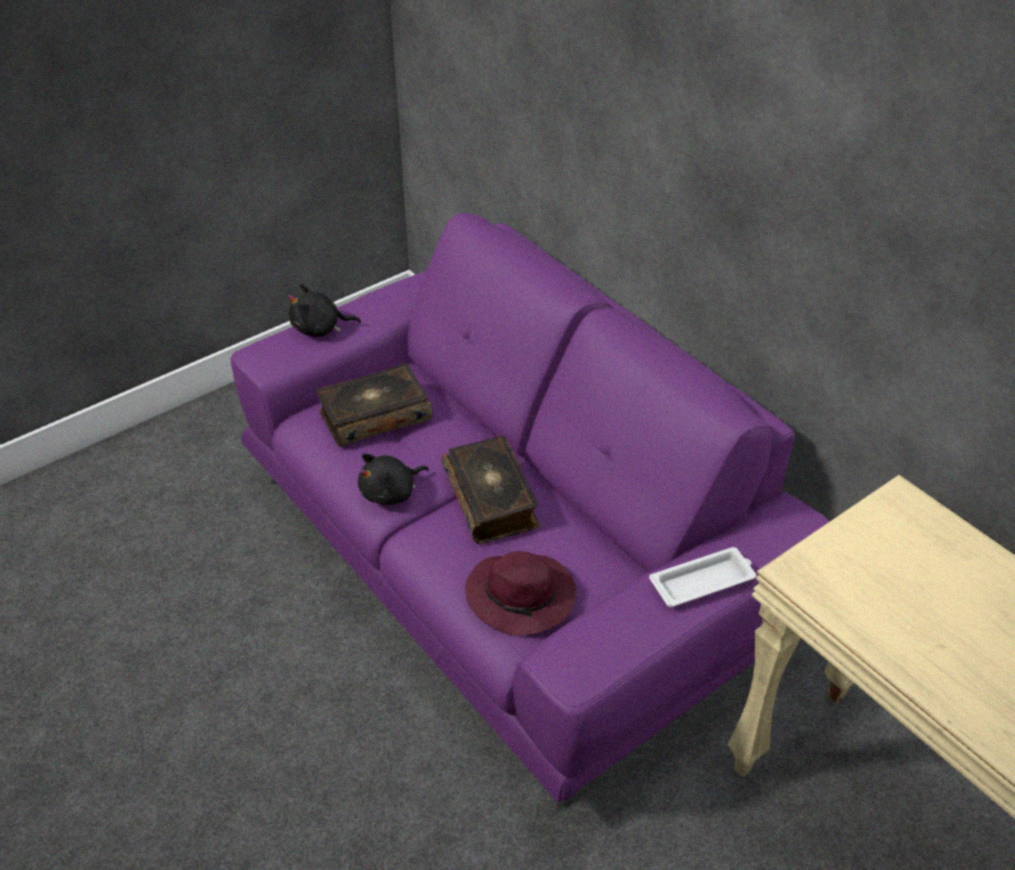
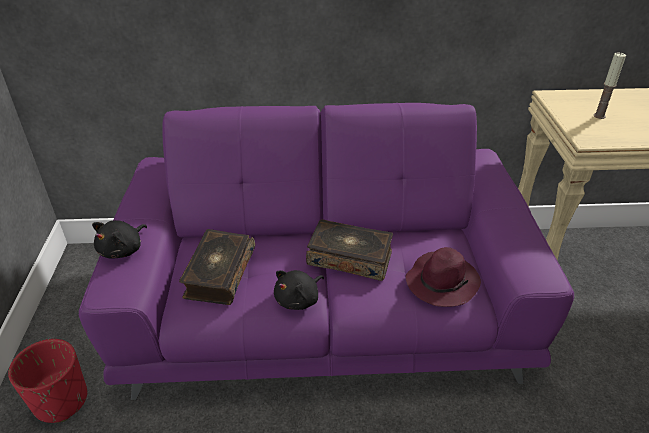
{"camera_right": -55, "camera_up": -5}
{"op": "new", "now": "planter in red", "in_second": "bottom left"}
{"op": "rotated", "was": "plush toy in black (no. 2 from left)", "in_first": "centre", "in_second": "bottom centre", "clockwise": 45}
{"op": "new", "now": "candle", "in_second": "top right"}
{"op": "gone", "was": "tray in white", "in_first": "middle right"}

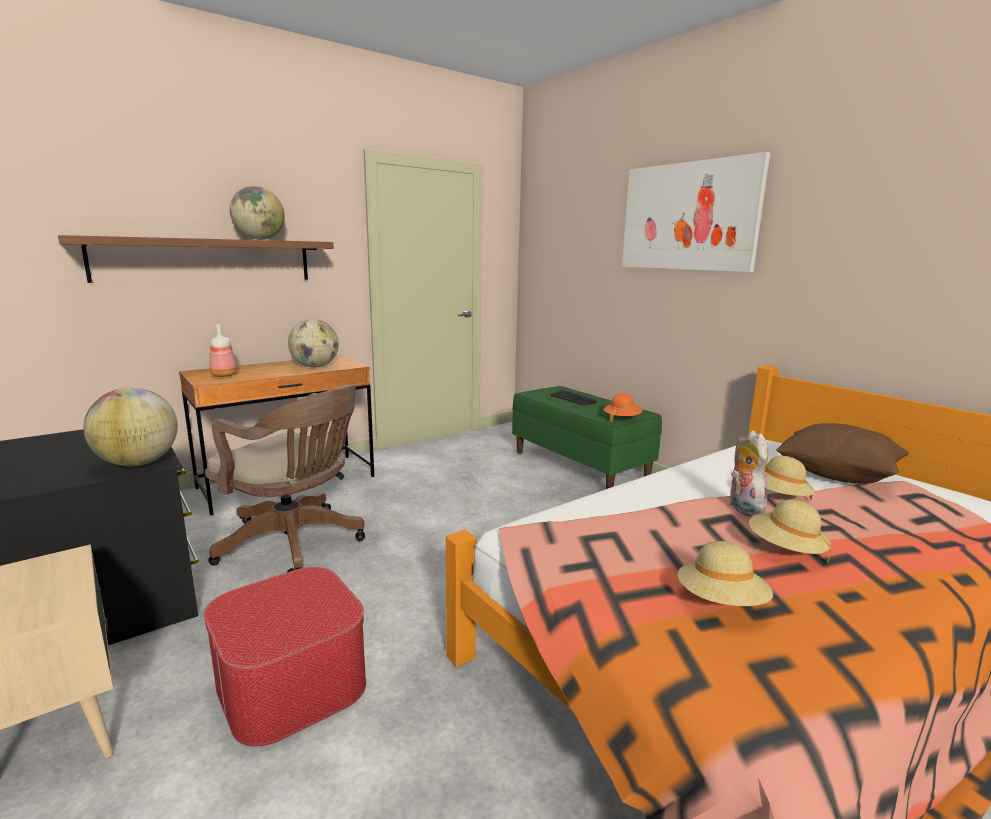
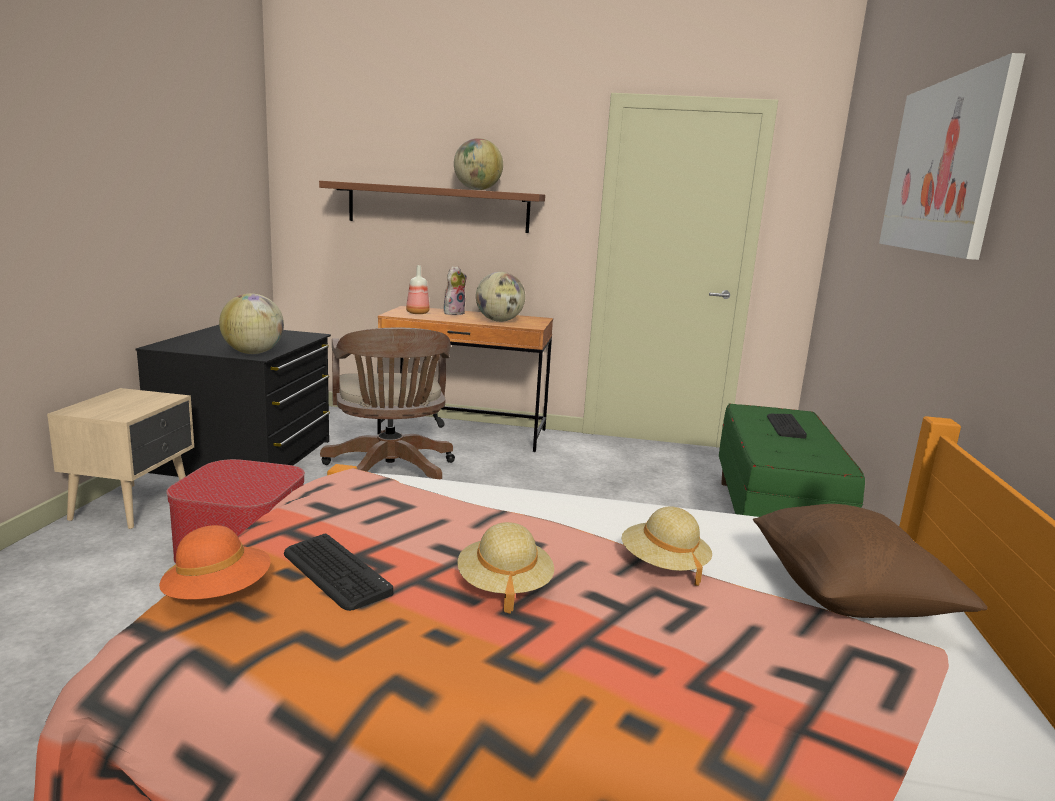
{"camera_right": 45, "camera_up": 0}
{"op": "shifted", "was": "hat in orange", "in_first": "centre", "in_second": "bottom left"}
{"op": "swapped", "was": "hat in beige (no. 1 from left)", "now": "keyboard (no. 1 from left)", "in_first": "bottom right", "in_second": "bottom left"}
{"op": "shifted", "was": "plush toy", "in_first": "middle right", "in_second": "centre"}

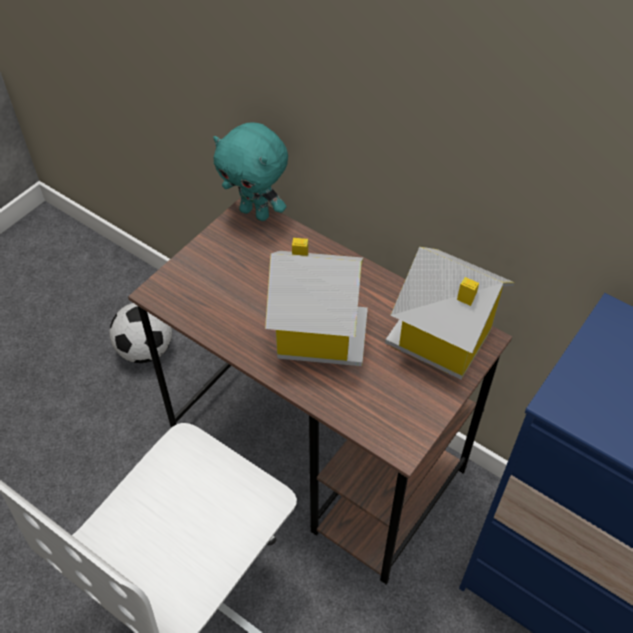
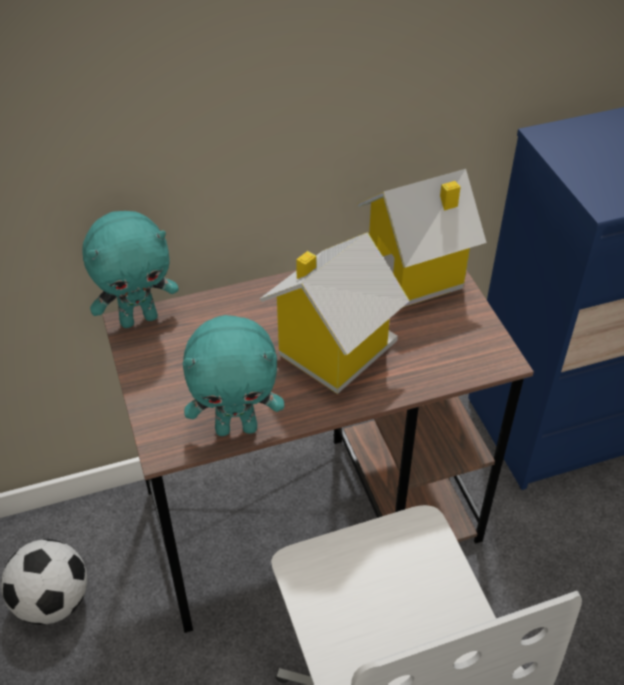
{"camera_right": -55, "camera_up": -5}
{"op": "new", "now": "plush toy in turquoise (no. 2 from left)", "in_second": "centre"}

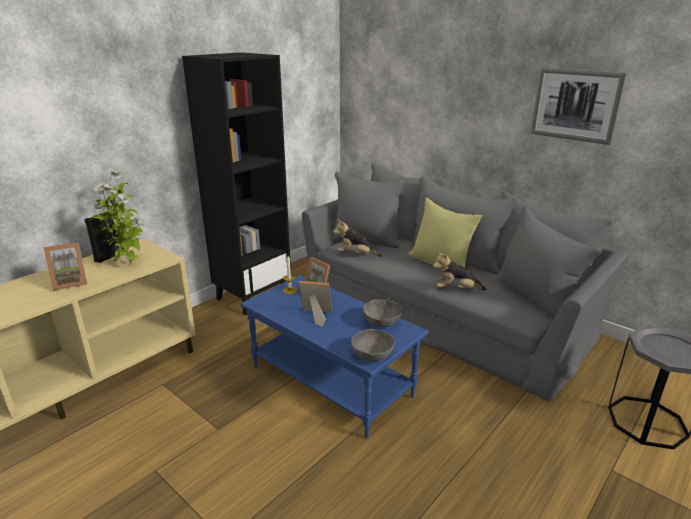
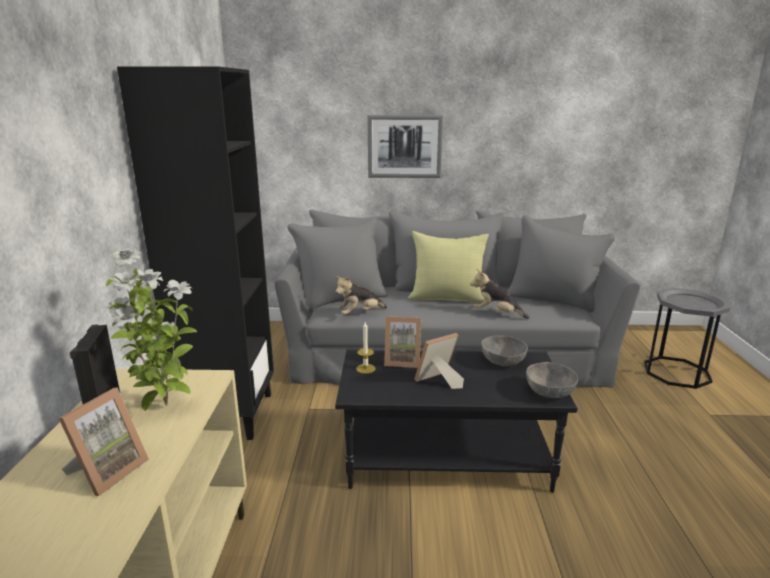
{"camera_right": -40, "camera_up": -5}
{"op": "repainted", "was": "coffee table in blue", "now": "coffee table in black", "in_first": "bottom centre", "in_second": "bottom centre"}
{"op": "shifted", "was": "picture", "in_first": "top right", "in_second": "top centre"}
{"op": "rotated", "was": "plush toy (no. 2 from left)", "in_first": "centre", "in_second": "centre", "clockwise": 60}

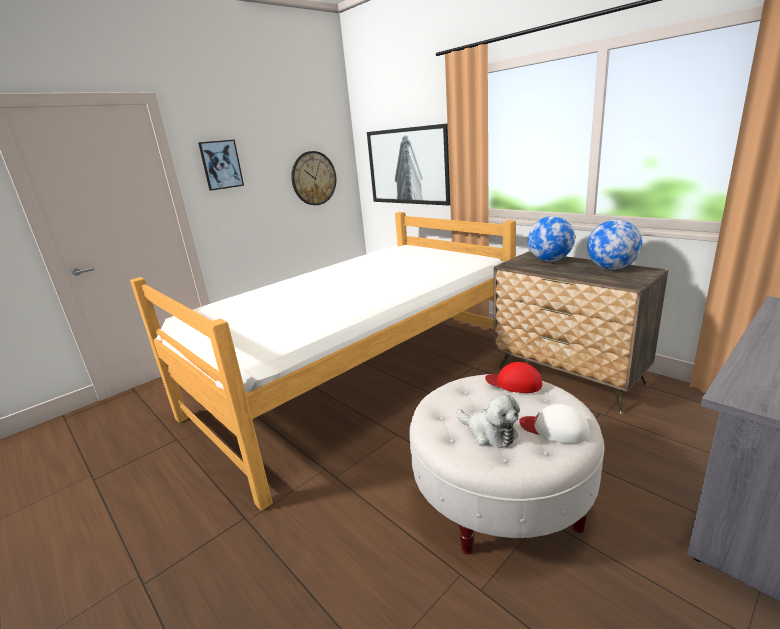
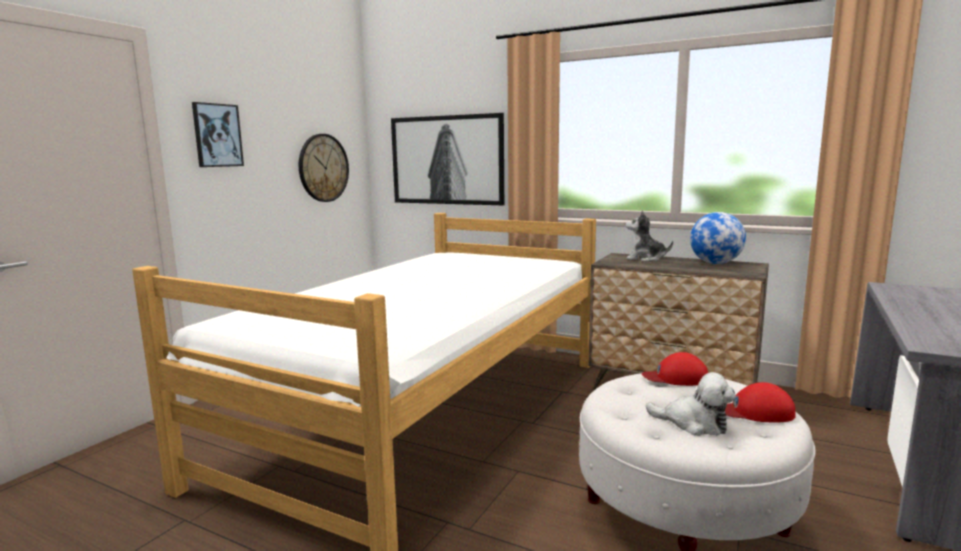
{"camera_right": -20, "camera_up": -10}
{"op": "swapped", "was": "globe (no. 1 from left)", "now": "plush toy (no. 1 from left)", "in_first": "middle right", "in_second": "middle right"}
{"op": "repainted", "was": "cap in white", "now": "cap in red (no. 2 from left)", "in_first": "bottom right", "in_second": "bottom right"}

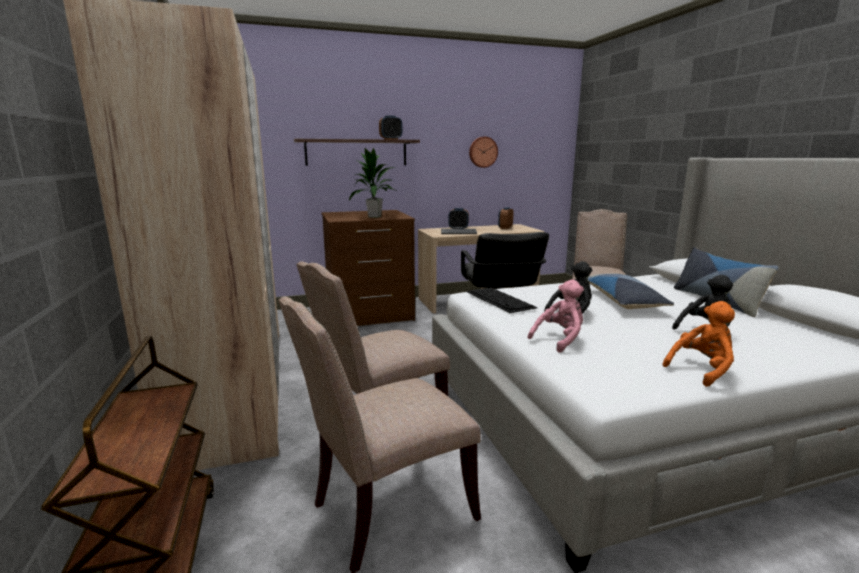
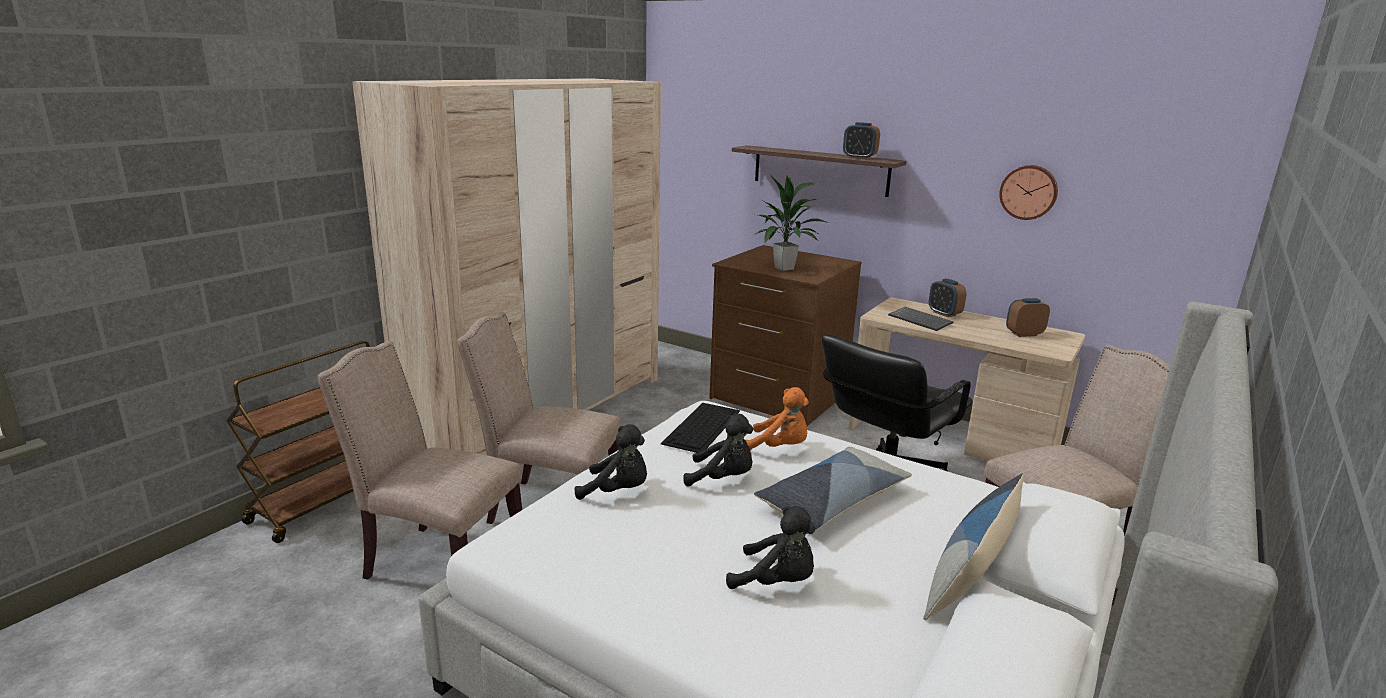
{"camera_right": 50, "camera_up": 5}
{"op": "repainted", "was": "plush toy in pink", "now": "plush toy in black (no. 1 from left)", "in_first": "centre", "in_second": "centre"}
{"op": "shifted", "was": "plush toy in orange", "in_first": "middle right", "in_second": "centre"}

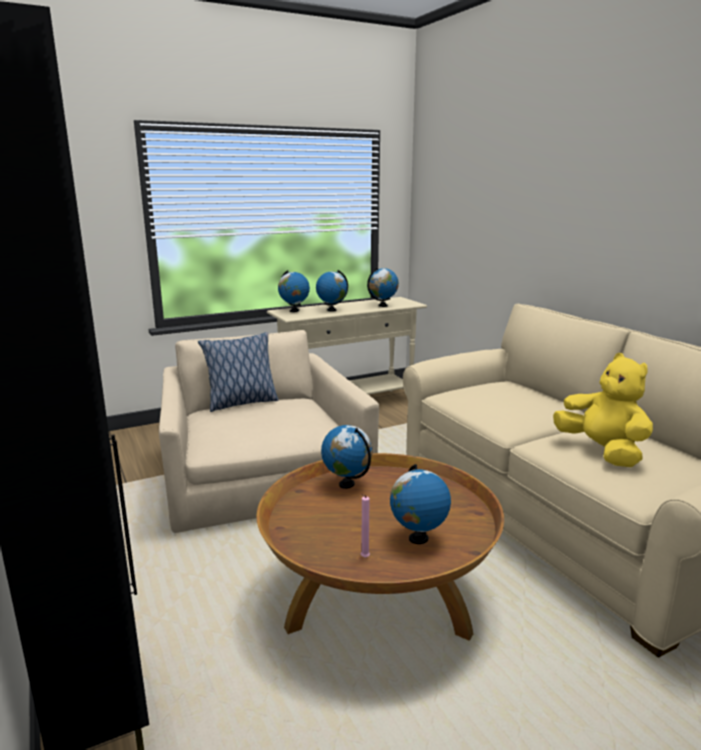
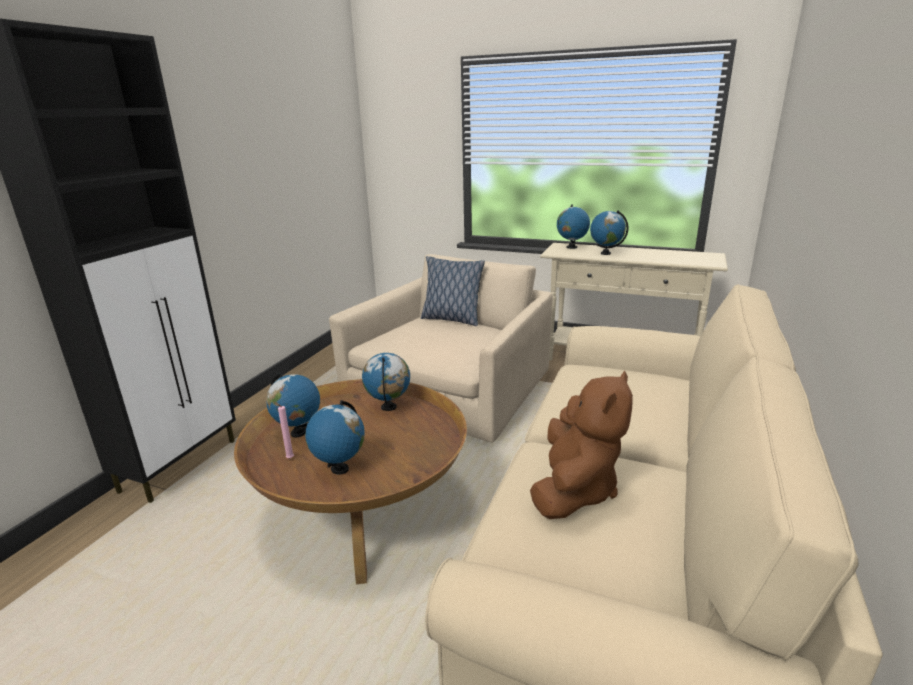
{"camera_right": 50, "camera_up": 5}
{"op": "shifted", "was": "globe (no. 4 from left in the first image)", "now": "globe (no. 1 from left)", "in_first": "centre", "in_second": "middle left"}
{"op": "repainted", "was": "plush toy in yellow", "now": "plush toy in brown", "in_first": "middle right", "in_second": "centre"}

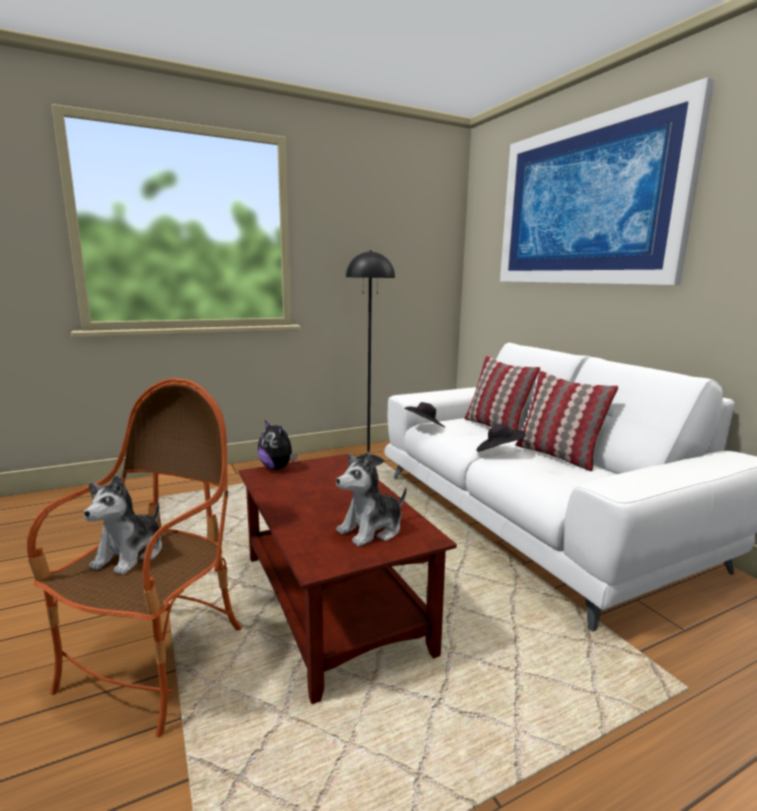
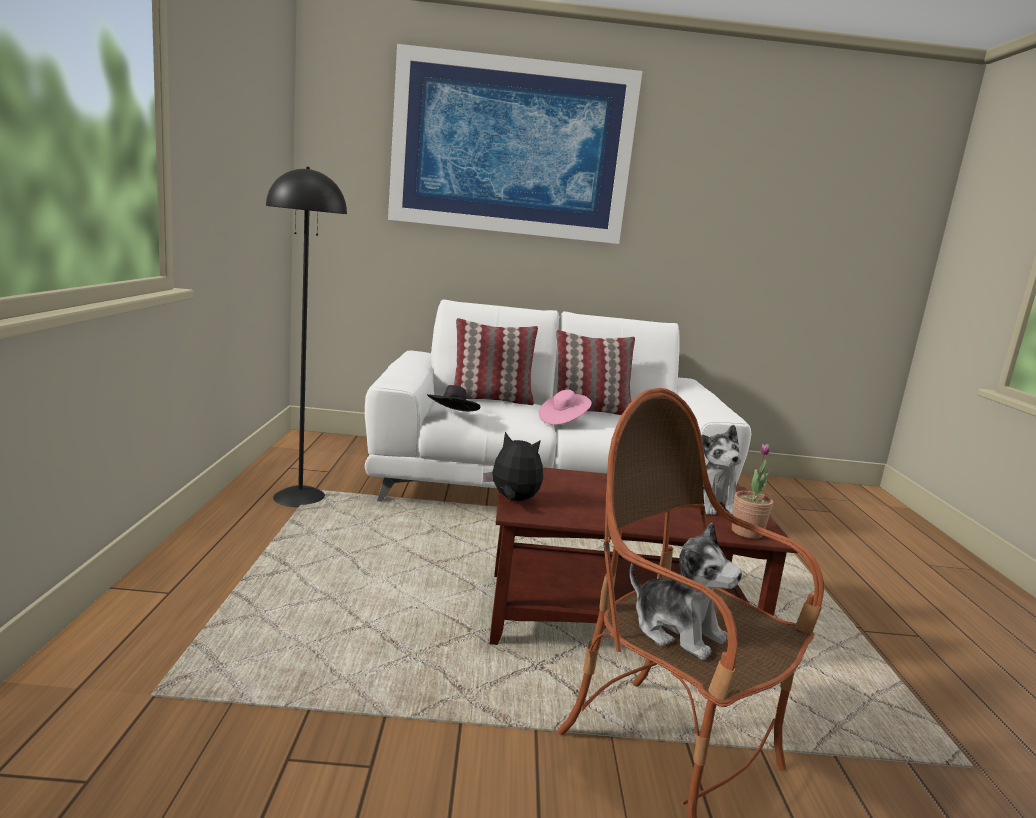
{"camera_right": -65, "camera_up": 0}
{"op": "rotated", "was": "plush toy (no. 2 from left in the first image)", "in_first": "centre", "in_second": "centre", "clockwise": -135}
{"op": "repainted", "was": "hat in black (no. 2 from left)", "now": "hat in pink", "in_first": "centre", "in_second": "centre"}
{"op": "new", "now": "potted plant", "in_second": "middle right"}

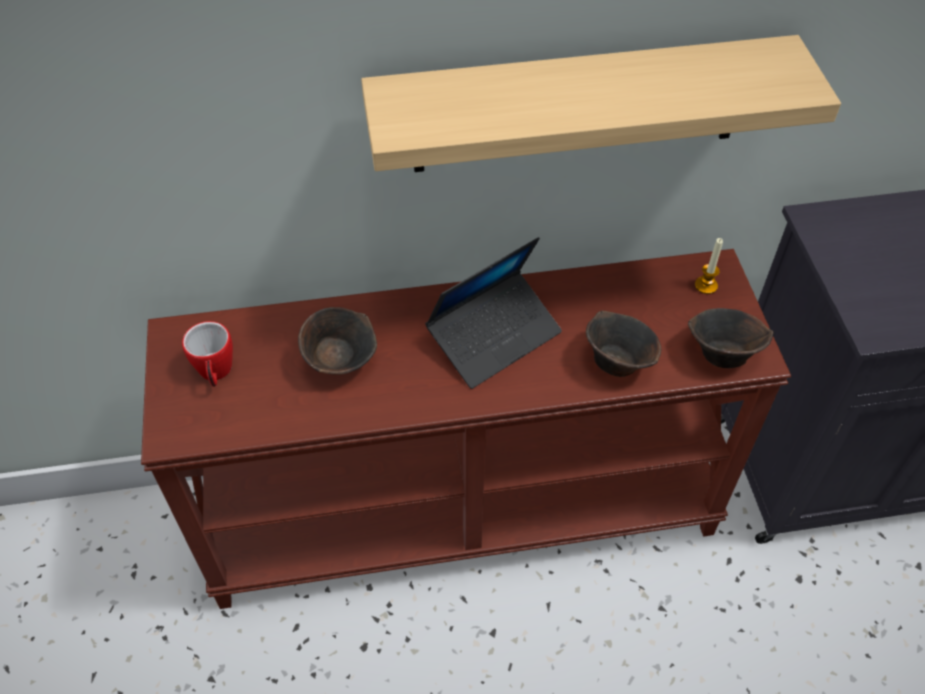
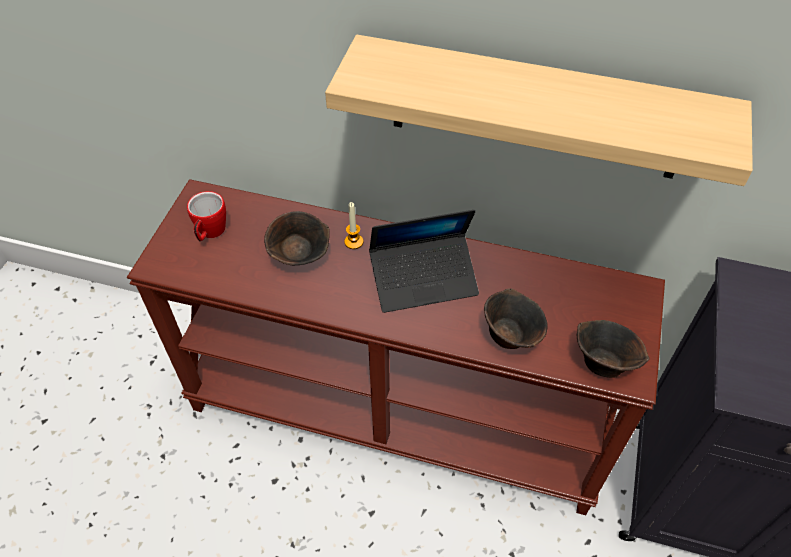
{"camera_right": 25, "camera_up": 0}
{"op": "shifted", "was": "candle", "in_first": "middle right", "in_second": "centre"}

